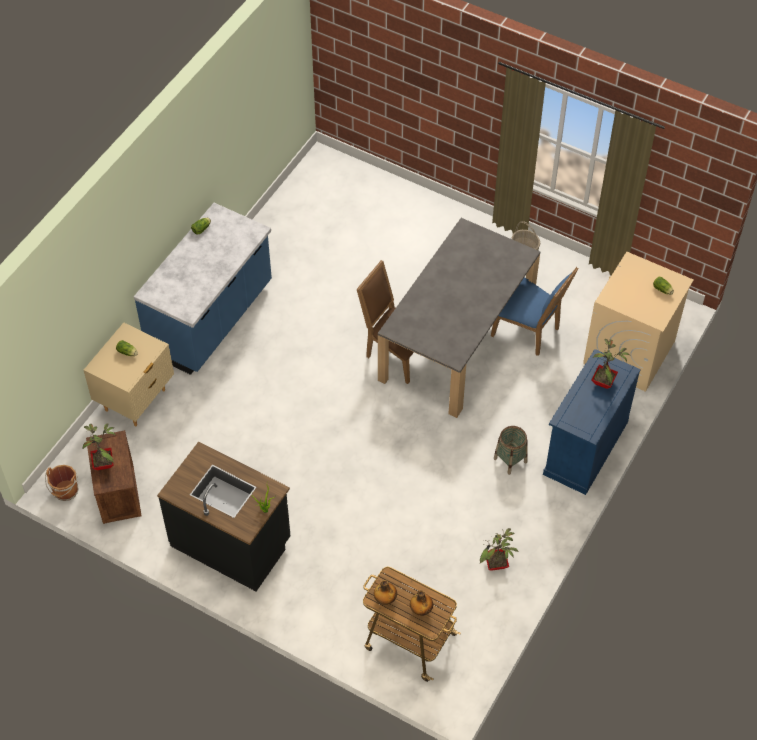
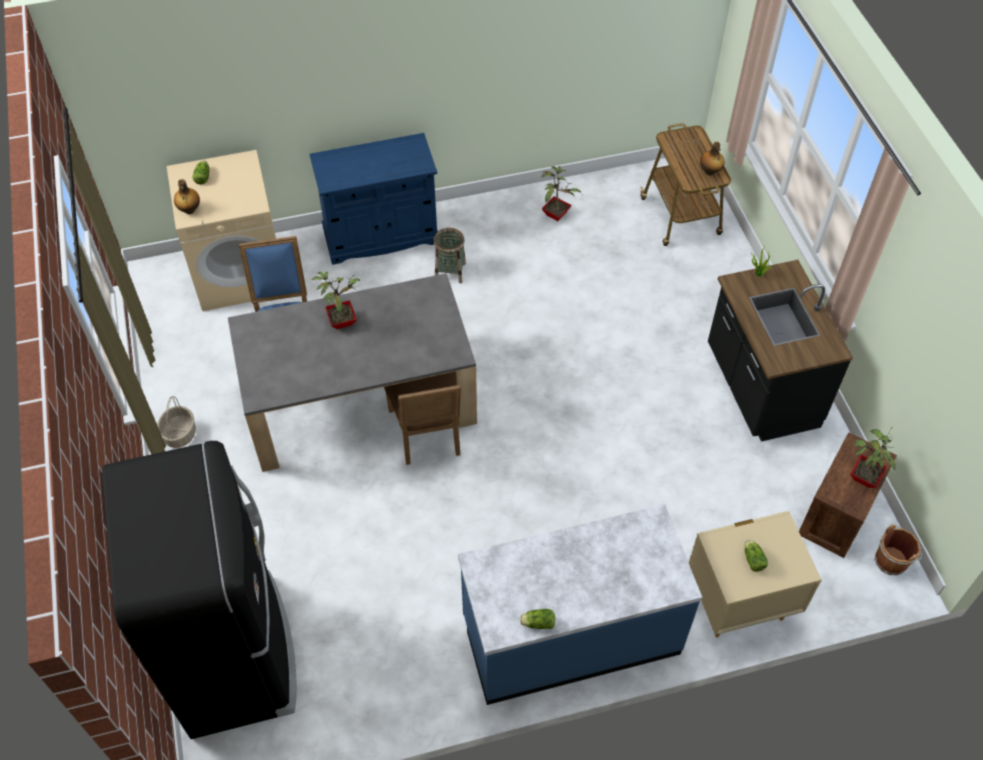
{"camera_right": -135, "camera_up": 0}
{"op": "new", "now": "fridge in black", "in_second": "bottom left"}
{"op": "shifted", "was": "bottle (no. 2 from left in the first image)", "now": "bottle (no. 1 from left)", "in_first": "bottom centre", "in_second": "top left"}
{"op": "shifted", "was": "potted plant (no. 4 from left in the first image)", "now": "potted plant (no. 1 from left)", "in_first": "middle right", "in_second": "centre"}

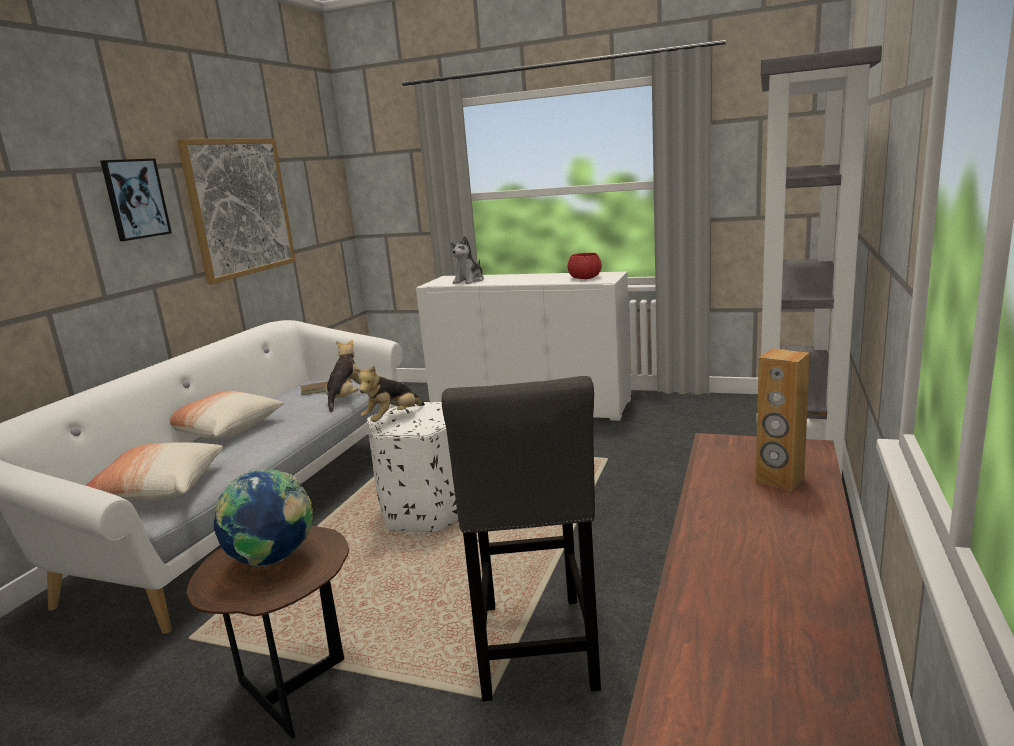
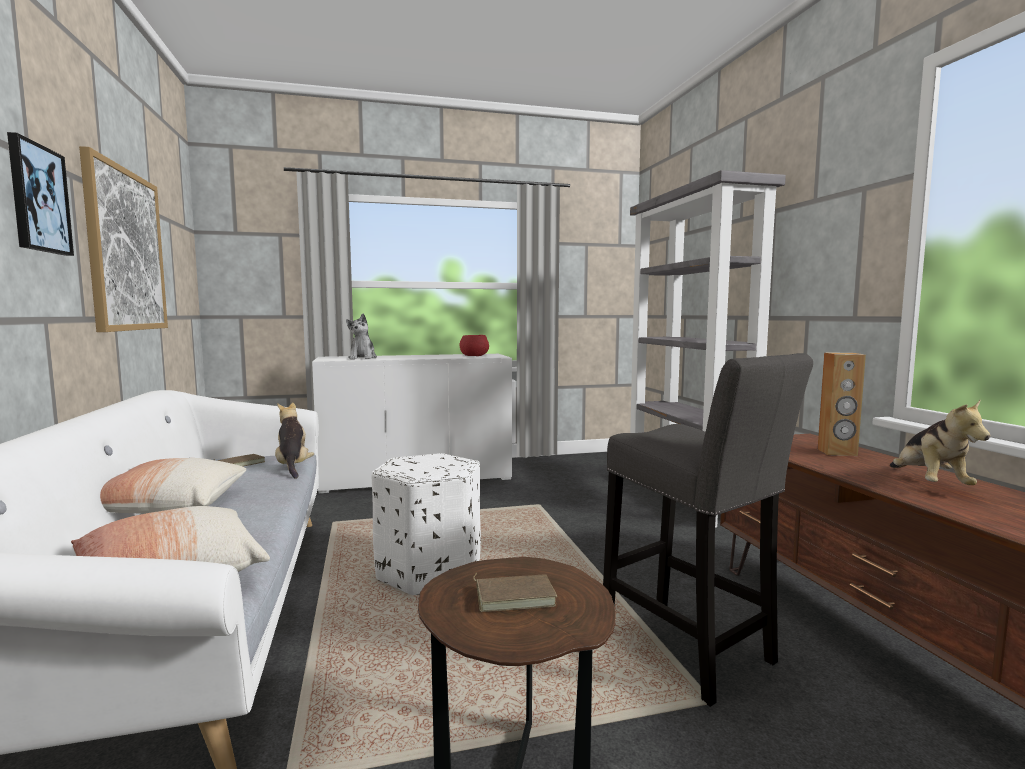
{"camera_right": -35, "camera_up": -10}
{"op": "swapped", "was": "globe", "now": "book in brown (no. 2 from left)", "in_first": "bottom left", "in_second": "bottom centre"}
{"op": "shifted", "was": "plush toy (no. 2 from left in the first image)", "now": "plush toy (no. 3 from left)", "in_first": "centre", "in_second": "middle right"}

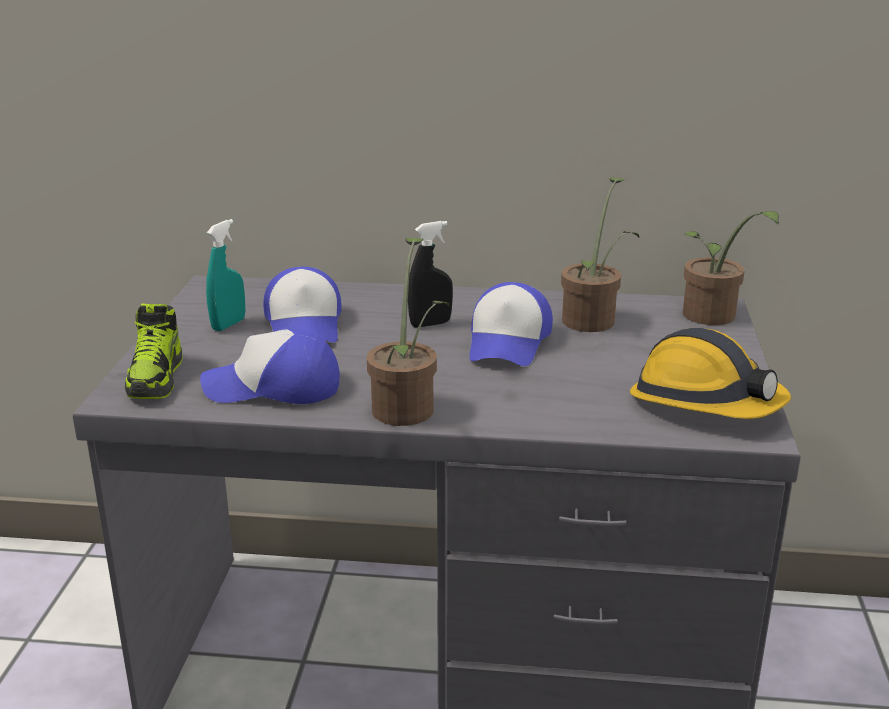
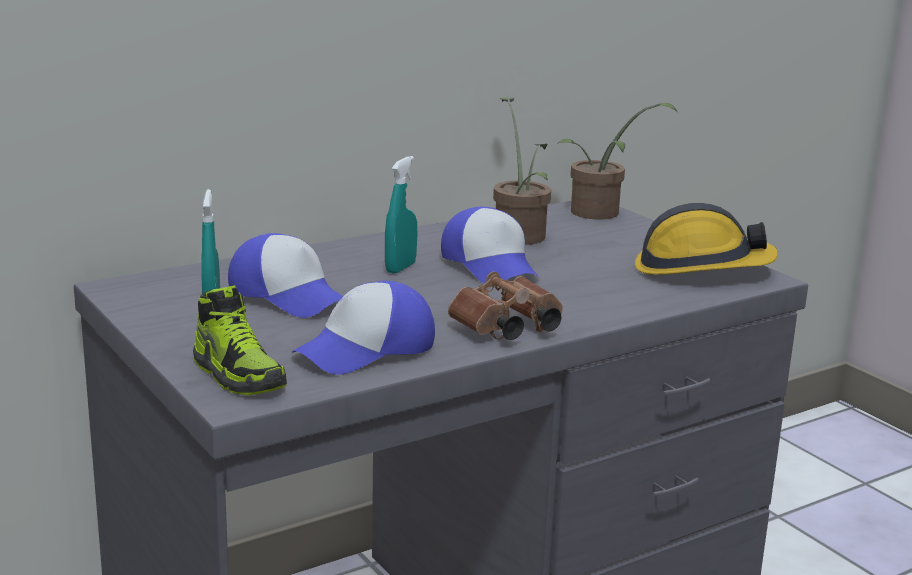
{"camera_right": -40, "camera_up": -5}
{"op": "repainted", "was": "spray bottle in black", "now": "spray bottle in turquoise (no. 2 from left)", "in_first": "centre", "in_second": "centre"}
{"op": "swapped", "was": "potted plant (no. 1 from left)", "now": "binoculars in brown", "in_first": "centre", "in_second": "centre"}

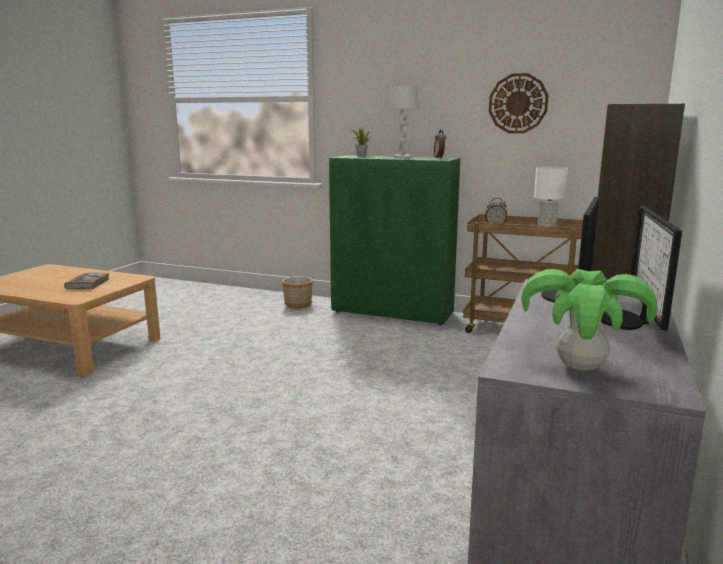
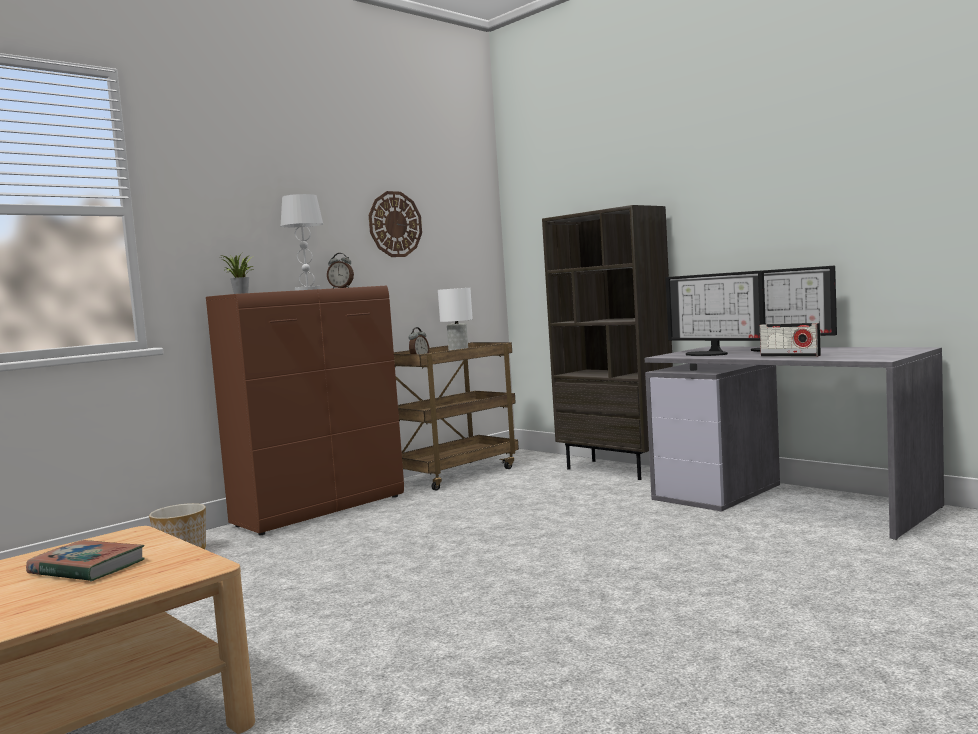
{"camera_right": -65, "camera_up": -10}
{"op": "repainted", "was": "cabinet in green", "now": "cabinet in brown", "in_first": "centre", "in_second": "middle left"}
{"op": "new", "now": "radio", "in_second": "middle right"}
{"op": "gone", "was": "potted plant (no. 2 from left)", "in_first": "middle right"}

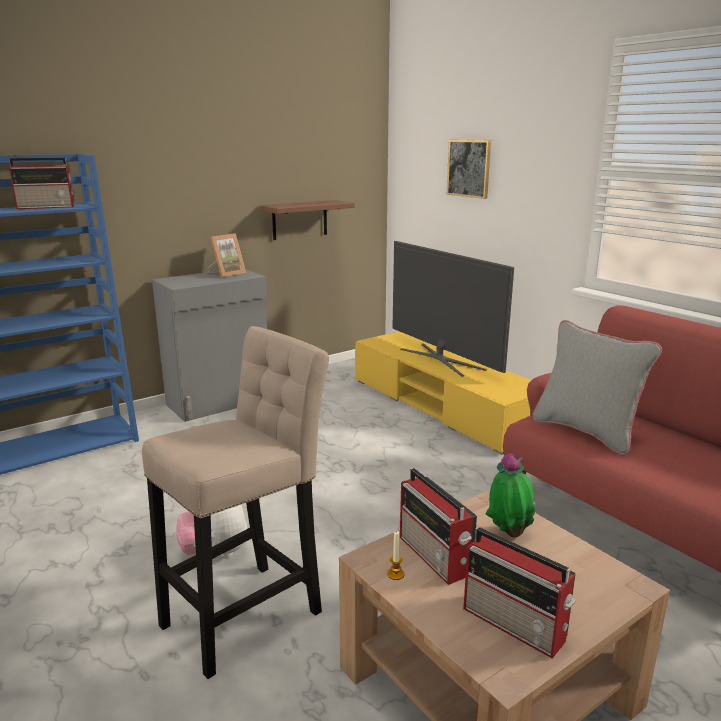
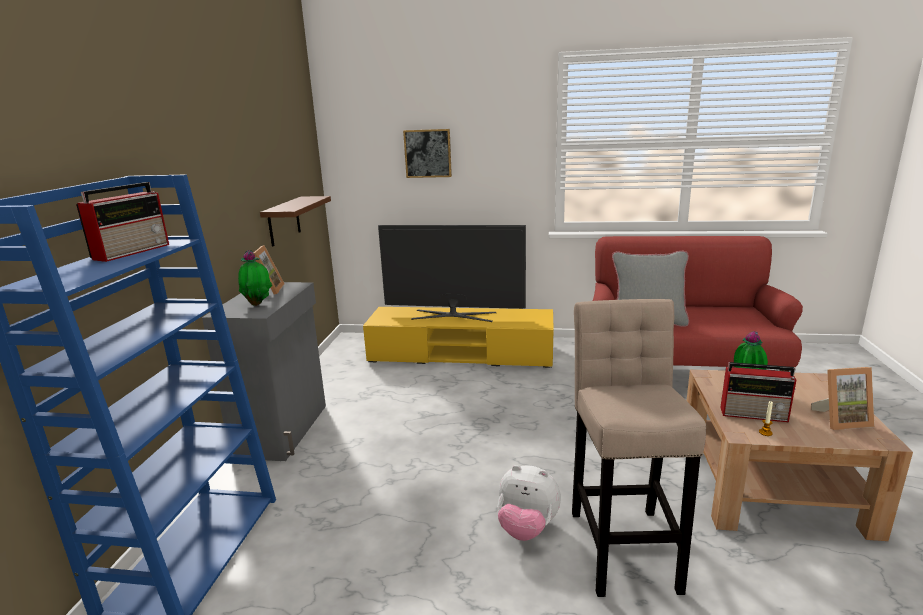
{"camera_right": -45, "camera_up": 0}
{"op": "new", "now": "potted plant (no. 1 from left)", "in_second": "middle left"}
{"op": "swapped", "was": "radio (no. 3 from left)", "now": "picture frame (no. 2 from left)", "in_first": "bottom right", "in_second": "middle right"}

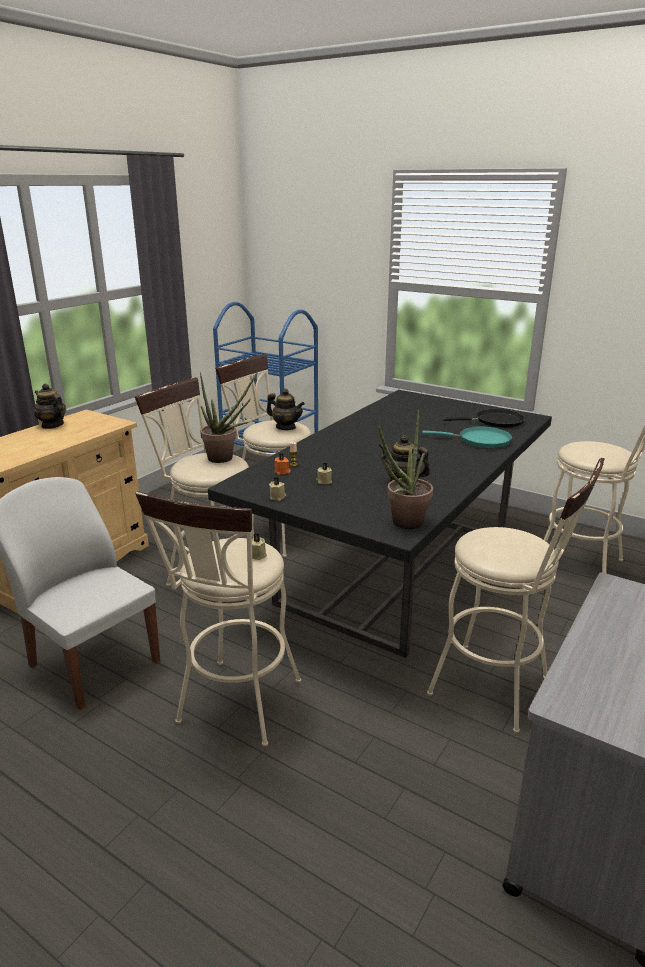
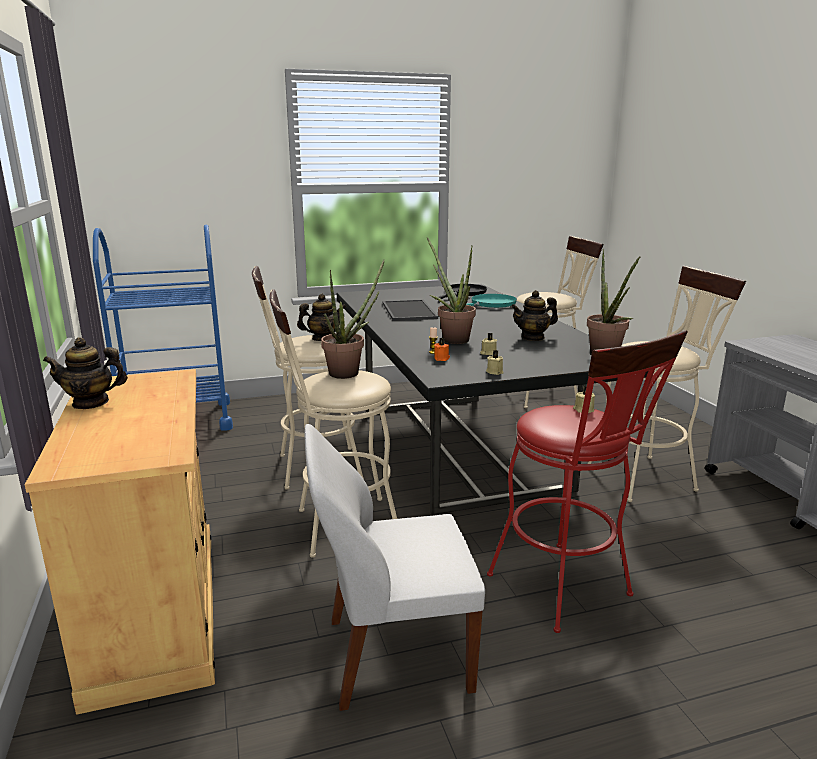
{"camera_right": -50, "camera_up": -5}
{"op": "new", "now": "tray", "in_second": "centre"}
{"op": "new", "now": "potted plant (no. 2 from left)", "in_second": "centre"}
{"op": "repainted", "was": "stool in beige (no. 2 from left)", "now": "stool in red", "in_first": "centre", "in_second": "middle right"}

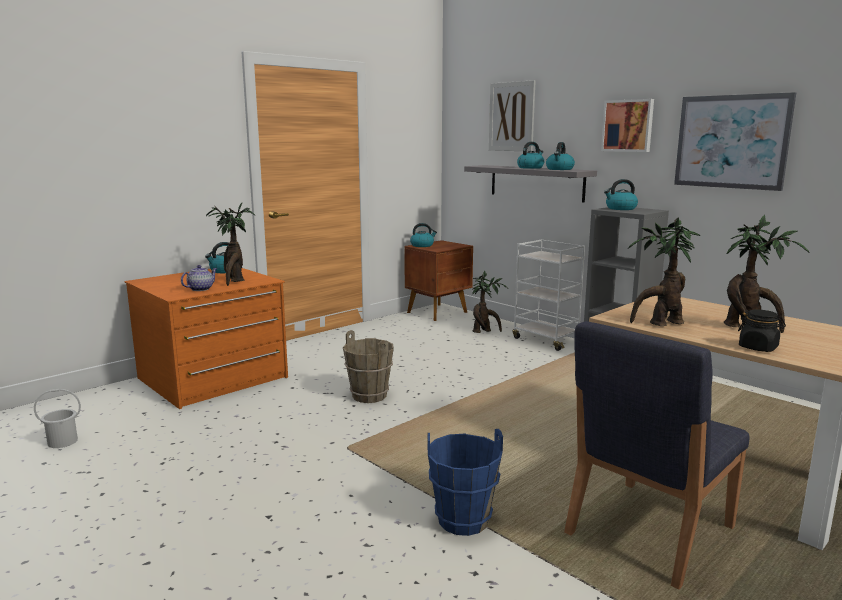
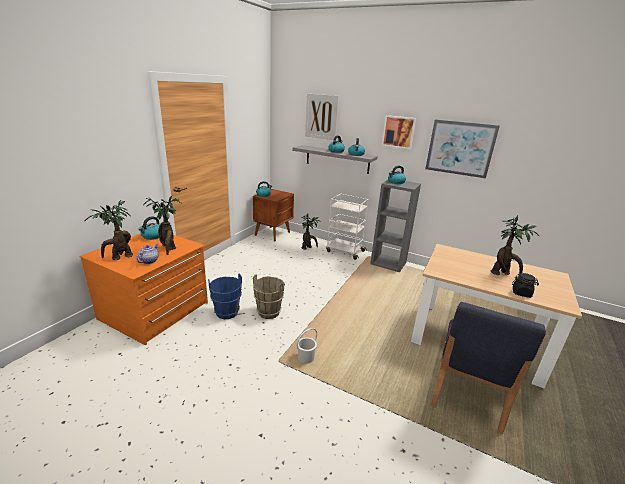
{"camera_right": -20, "camera_up": 10}
{"op": "shifted", "was": "potted plant (no. 3 from left in the first image)", "now": "potted plant (no. 1 from left)", "in_first": "middle right", "in_second": "middle left"}
{"op": "shifted", "was": "bucket in blue", "in_first": "bottom centre", "in_second": "centre"}
{"op": "shifted", "was": "bucket in white", "in_first": "bottom left", "in_second": "bottom centre"}

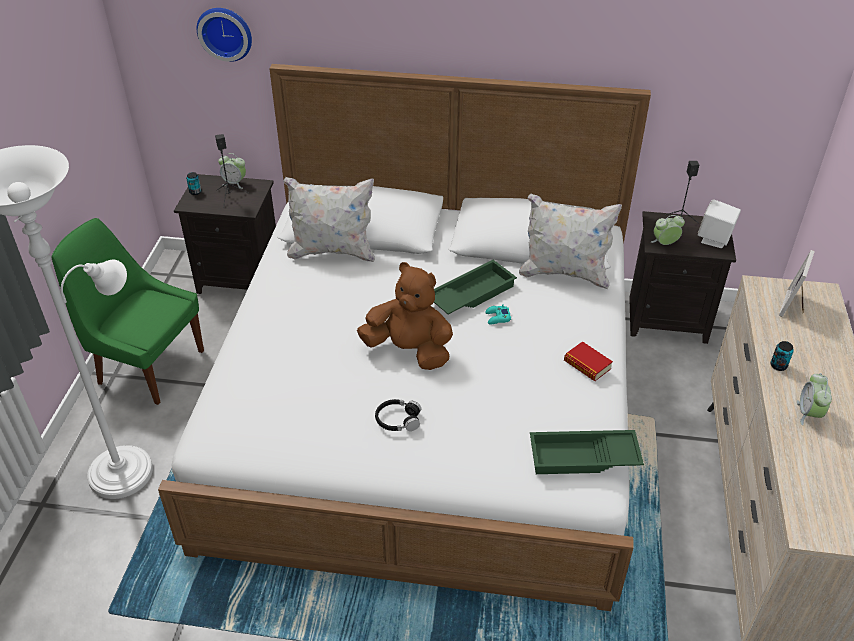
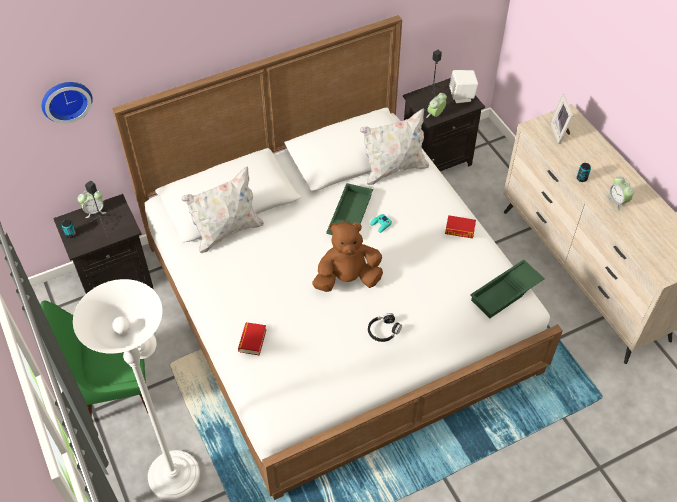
{"camera_right": -35, "camera_up": 10}
{"op": "new", "now": "book (no. 1 from left)", "in_second": "bottom centre"}

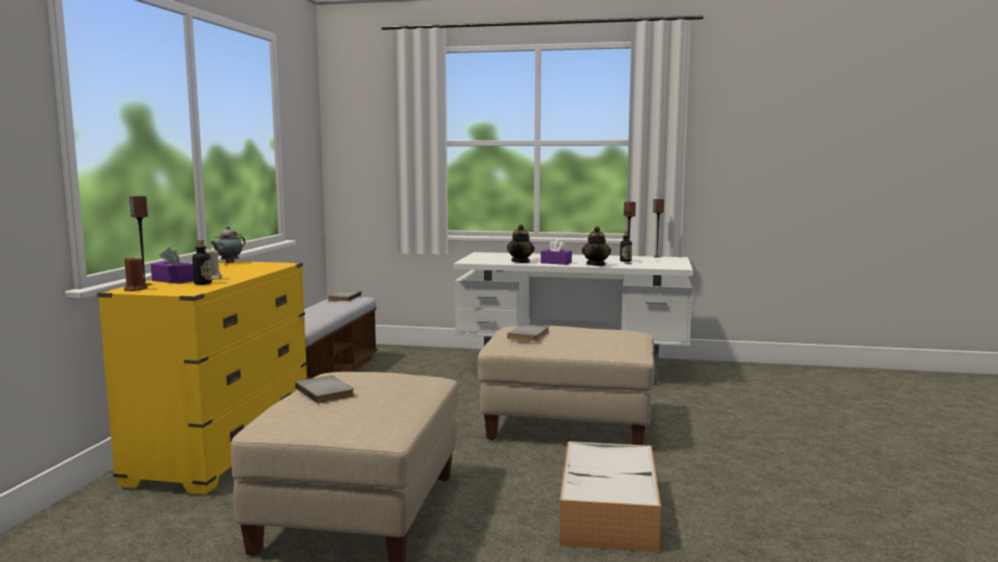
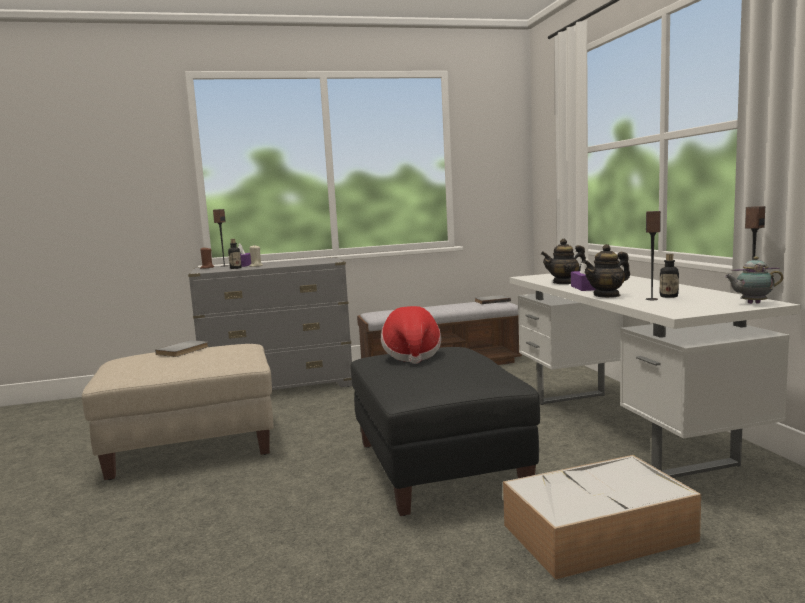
{"camera_right": 65, "camera_up": 0}
{"op": "repainted", "was": "dresser in yellow", "now": "dresser in grey", "in_first": "bottom left", "in_second": "centre"}
{"op": "repainted", "was": "ottoman in beige (no. 2 from left)", "now": "ottoman in black", "in_first": "bottom centre", "in_second": "bottom centre"}
{"op": "swapped", "was": "book in grey (no. 3 from left)", "now": "hat", "in_first": "centre", "in_second": "centre"}
{"op": "shifted", "was": "storage box", "in_first": "bottom centre", "in_second": "bottom right"}
{"op": "shifted", "was": "teapot (no. 1 from left in the first image)", "now": "teapot (no. 3 from left)", "in_first": "middle left", "in_second": "middle right"}

